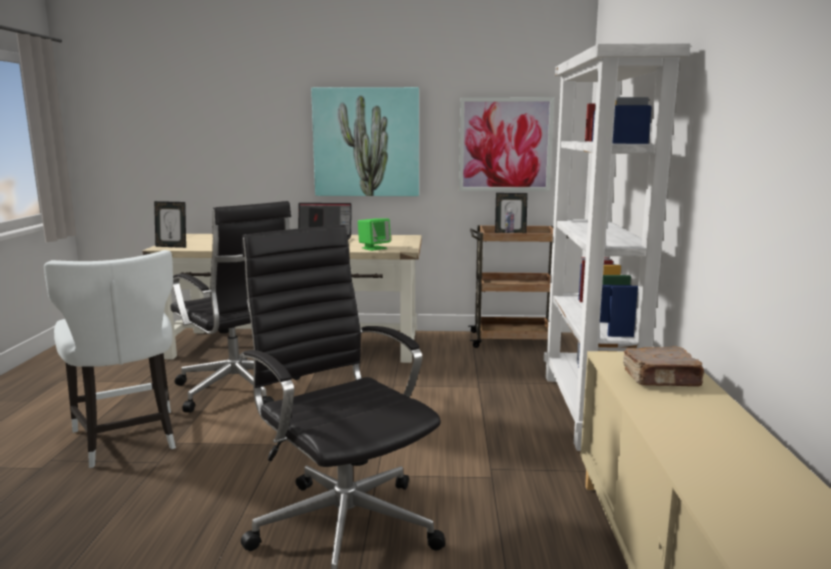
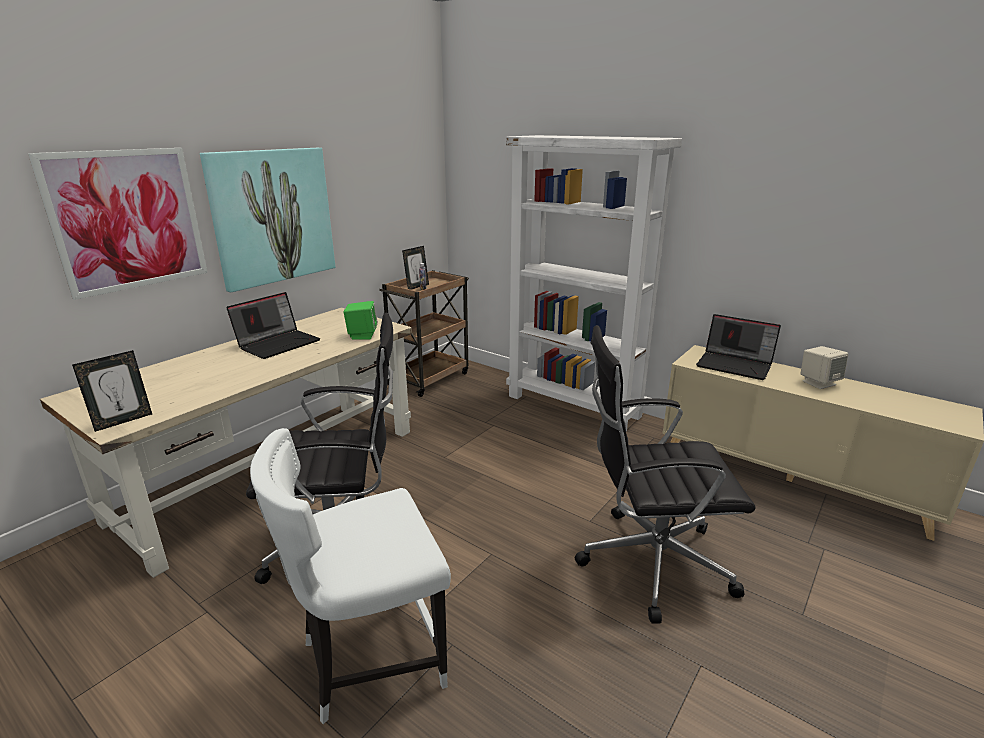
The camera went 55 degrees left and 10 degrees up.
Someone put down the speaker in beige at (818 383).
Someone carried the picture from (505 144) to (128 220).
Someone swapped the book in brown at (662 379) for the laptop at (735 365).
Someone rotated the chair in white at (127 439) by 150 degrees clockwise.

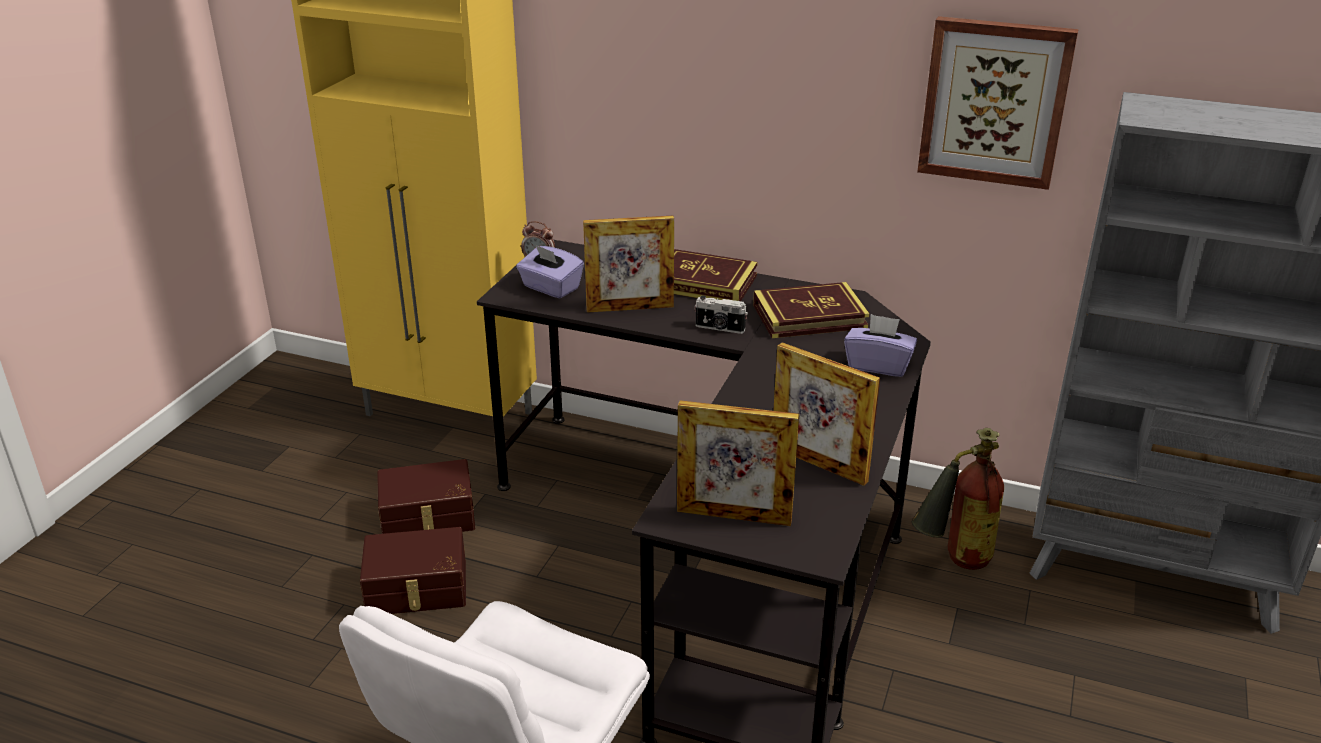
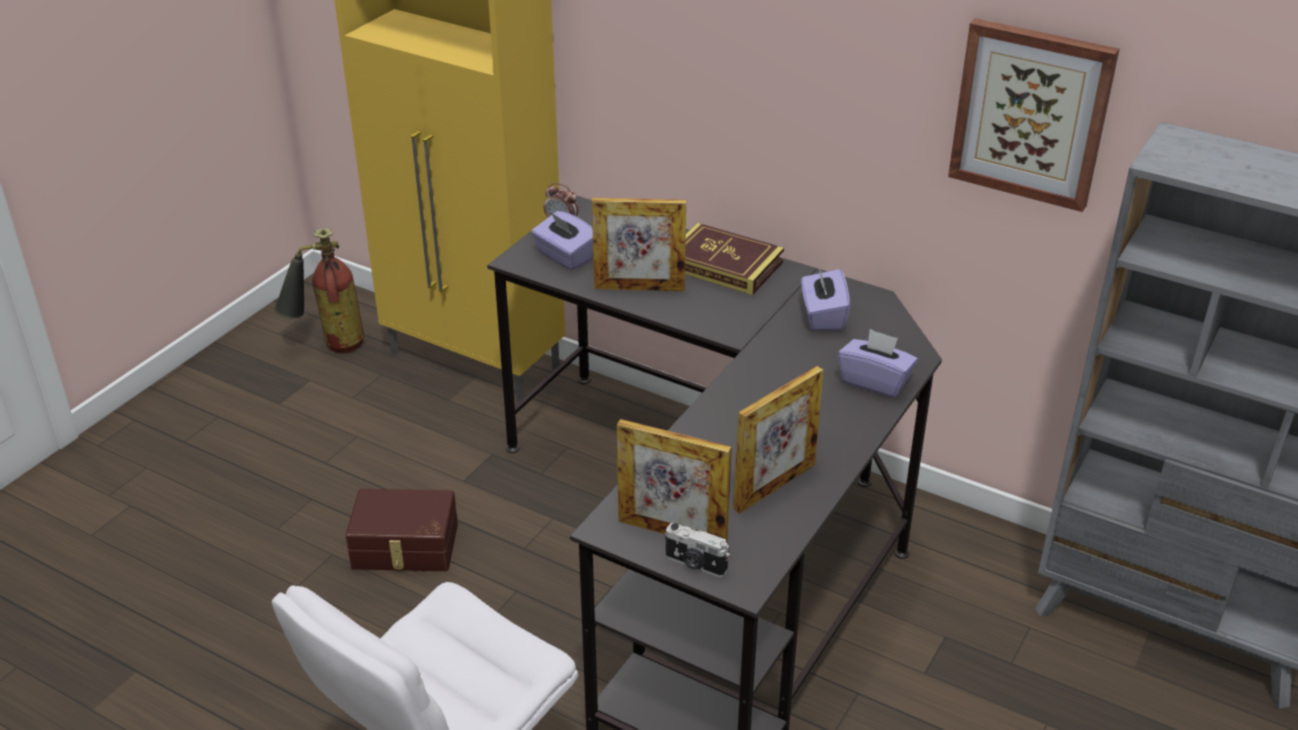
The camera went 10 degrees right and 5 degrees up.
Someone took away the storage box in brown at (428 517).
Someone carried the photo camera from (719 328) to (695 564).
Someone carried the fire extinguisher from (952 562) to (328 346).
Someone swapped the book at (809 316) for the tissue box in purple at (822 316).
Someone rotated the picture frame at (818 464) by 90 degrees counterclockwise.

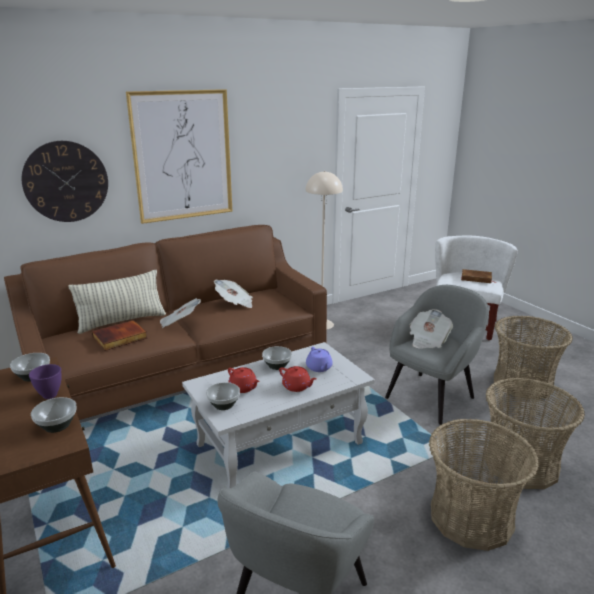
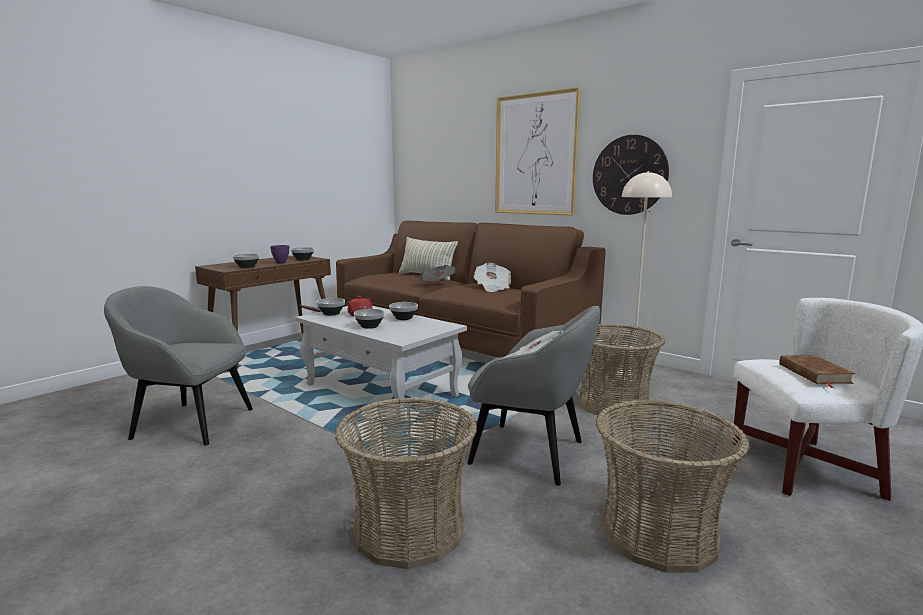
The camera went 70 degrees right and 10 degrees down.
Someone took away the book at (120 338).
Someone took away the teapot in purple at (319 368).
Someone carried the wall clock from (66 182) to (629 175).
Someone carried the basket from (471 517) to (613 404).
Someone swapped the teapot in red at (297 387) for the bowl at (370 326).

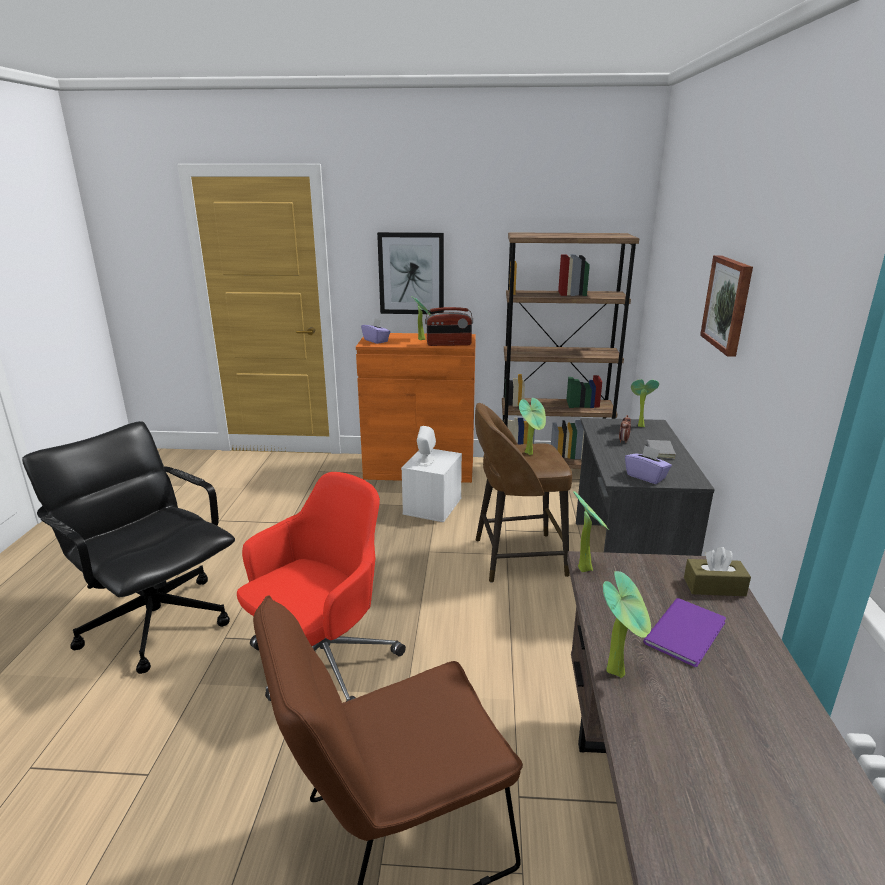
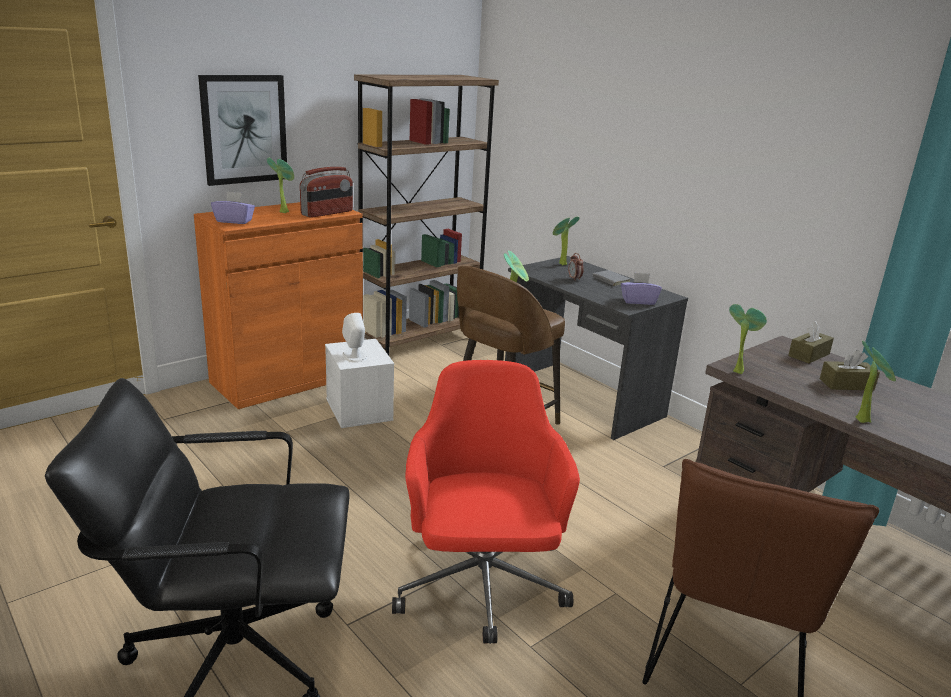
The camera went 45 degrees left and 0 degrees up.
Someone took away the picture at (728 304).
Someone swapped the book in purple at (688 632) for the tissue box in brown at (846 384).

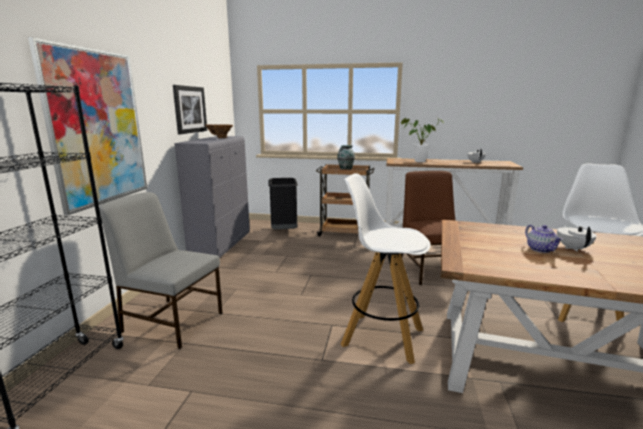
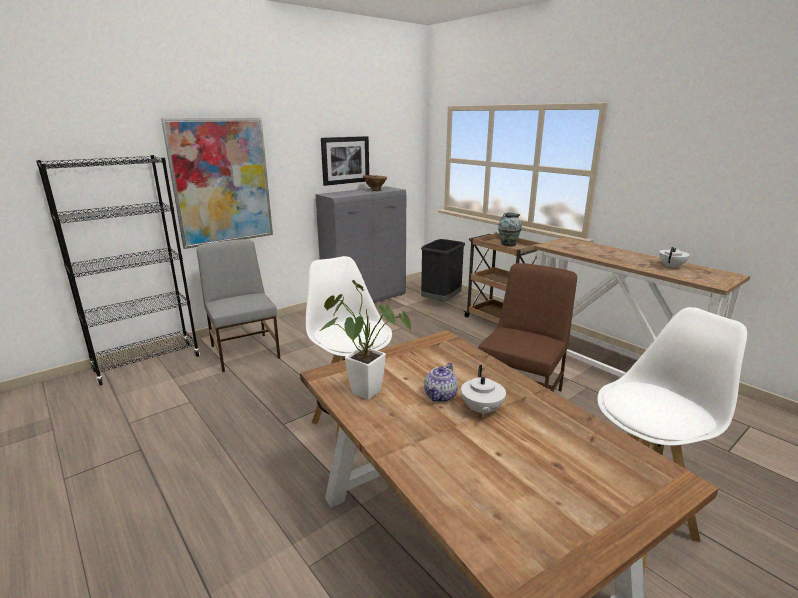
The camera went 40 degrees right and 5 degrees up.
Someone carried the potted plant from (417 161) to (361 390).
Someone rotated the teapot in white at (573 248) by 135 degrees clockwise.

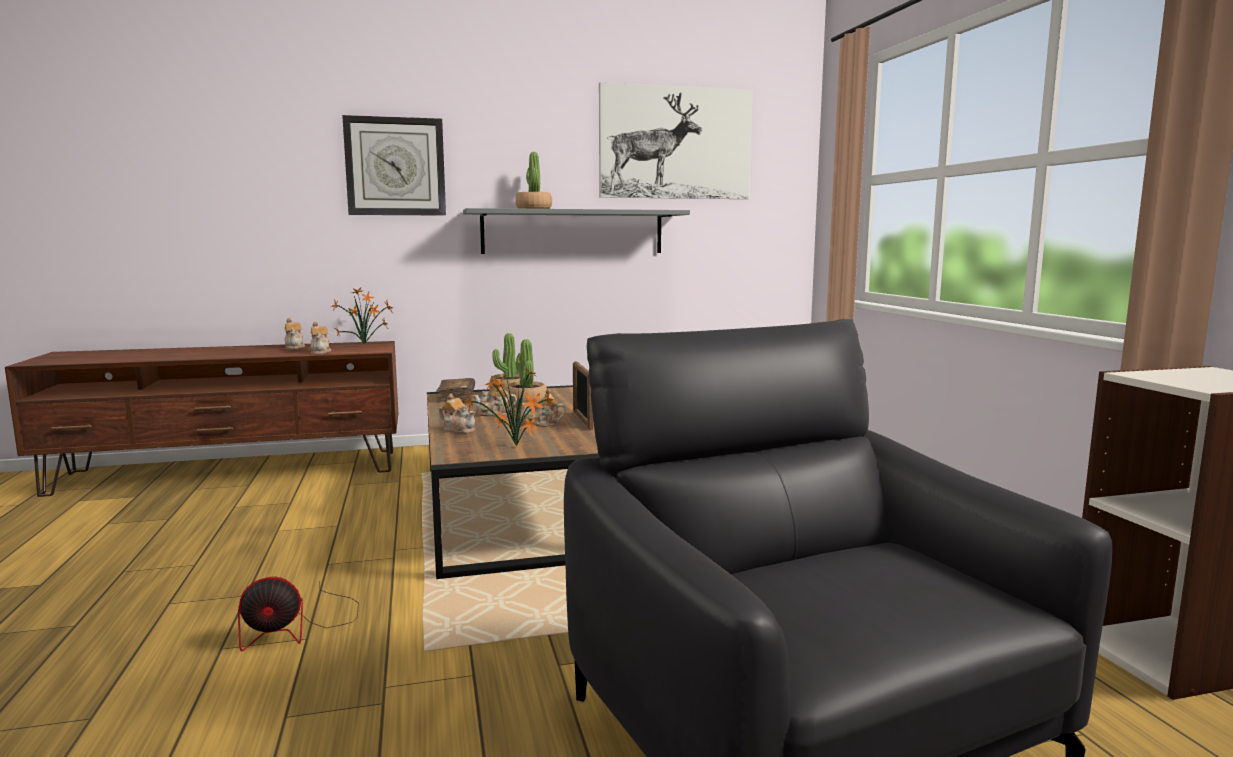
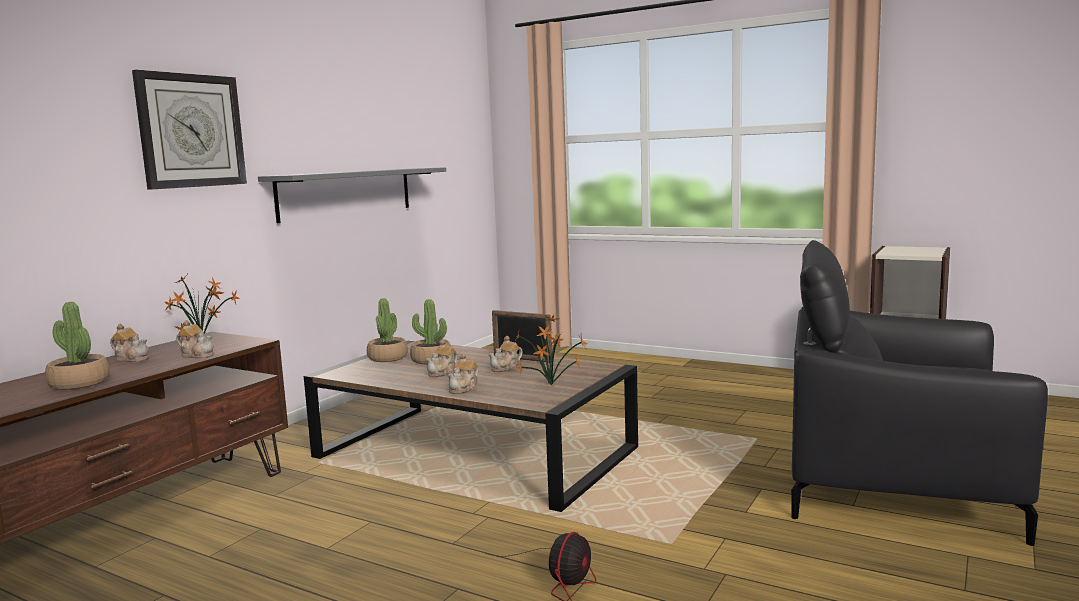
The camera went 45 degrees left and 0 degrees up.
Someone took away the book in brown at (456 397).
Someone took away the picture at (675 143).
Someone carried the potted plant from (533 209) to (79 383).
Someone rotated the teapot at (458 429) by 135 degrees clockwise.

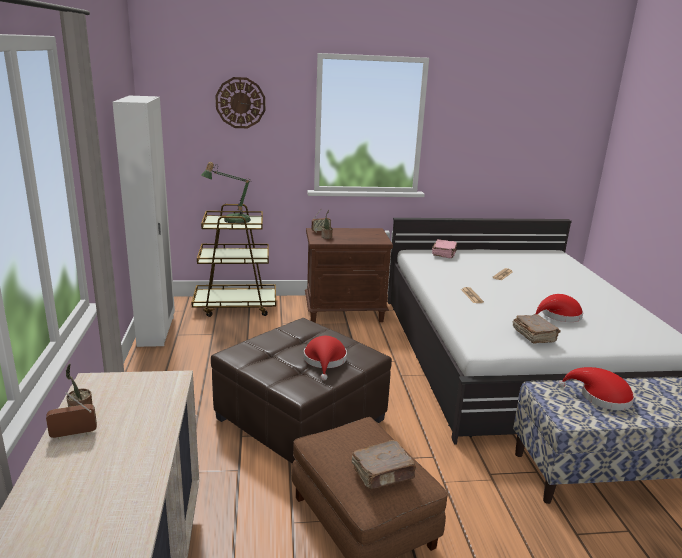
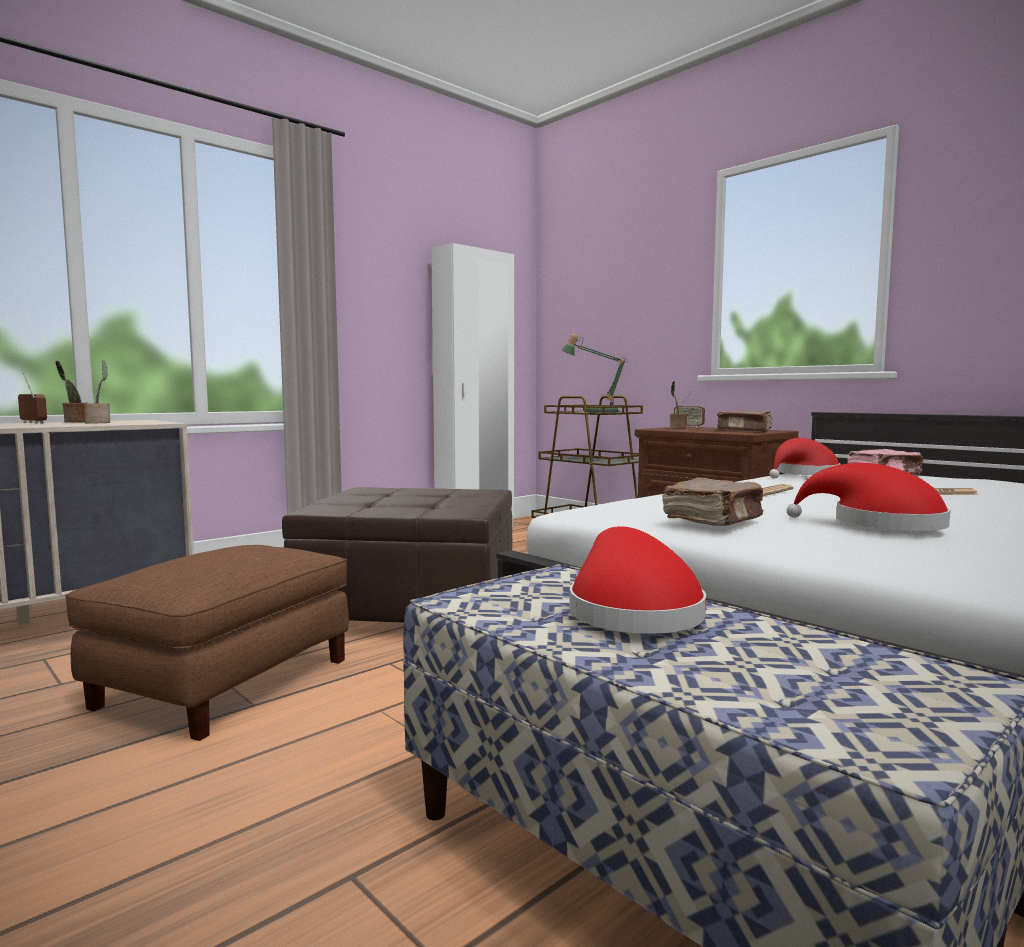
The camera went 55 degrees right and 15 degrees down.
Someone took away the wall clock at (240 103).
Someone put down the potted plant at (99 423).
Someone carried the hat in red from (325 361) to (803 475).
Someone carried the book in brown from (383 473) to (744 430).

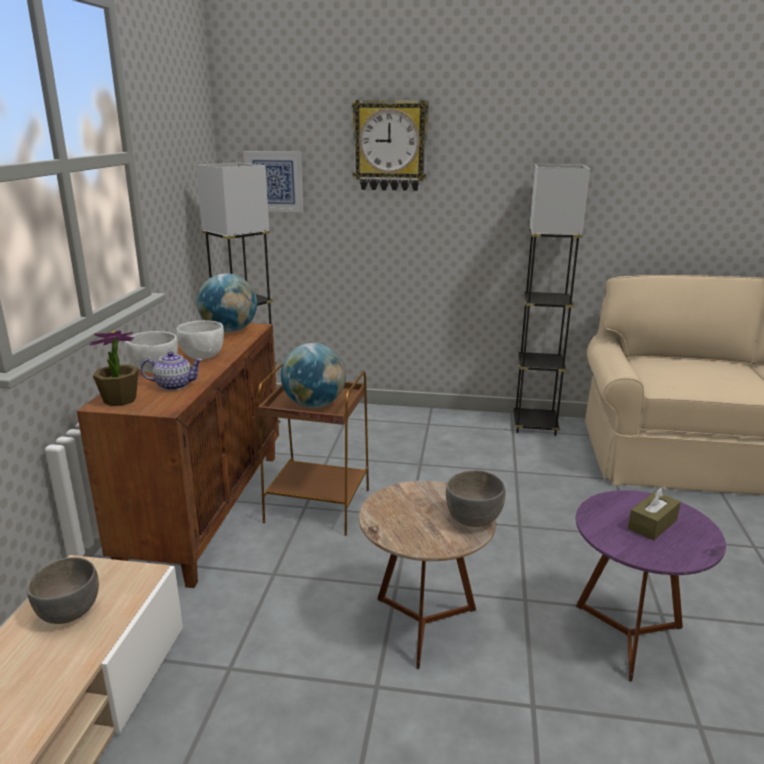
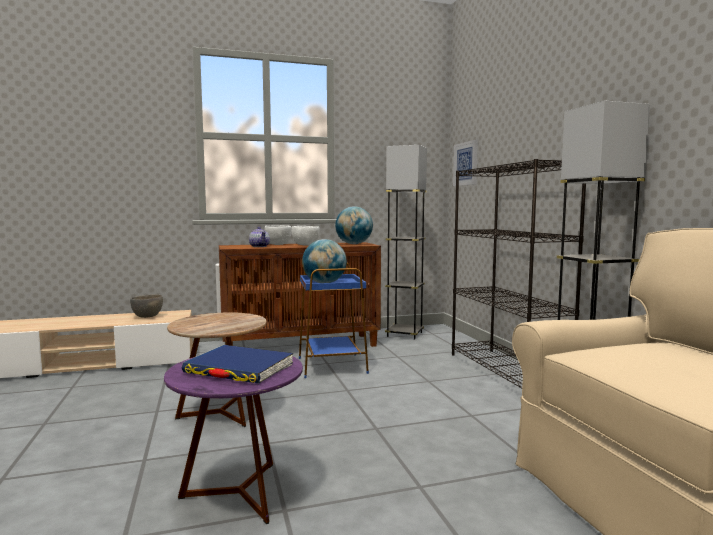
The camera went 65 degrees right and 15 degrees down.
Someone took away the potted plant at (120 400).
Someone took away the wall clock at (390 146).
Someone took away the bowl in grey at (474 520).
Someone put down the bookcase in black at (507 371).
Someone swapped the tissue box in brown at (652 524) for the book in blue at (239 369).
Someone repainted the side table in brown at (318 506), which became the side table in blue at (331 366).

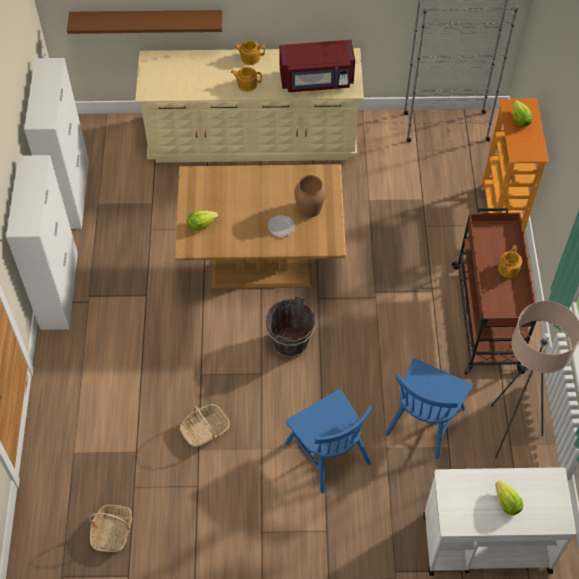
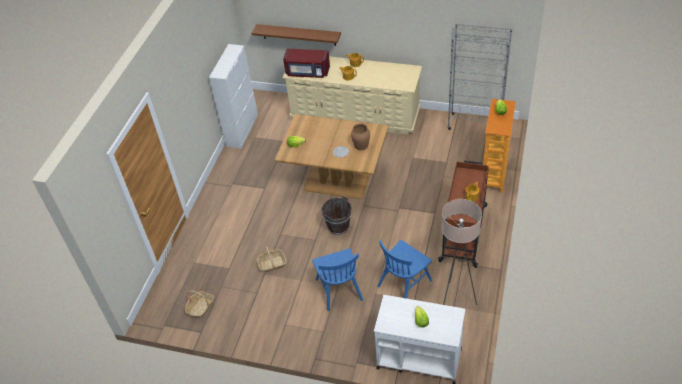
The camera went 20 degrees right and 10 degrees down.
Someone took away the cabinet in white at (59 290).
Someone carried the microwave in red from (316 80) to (307 72).

